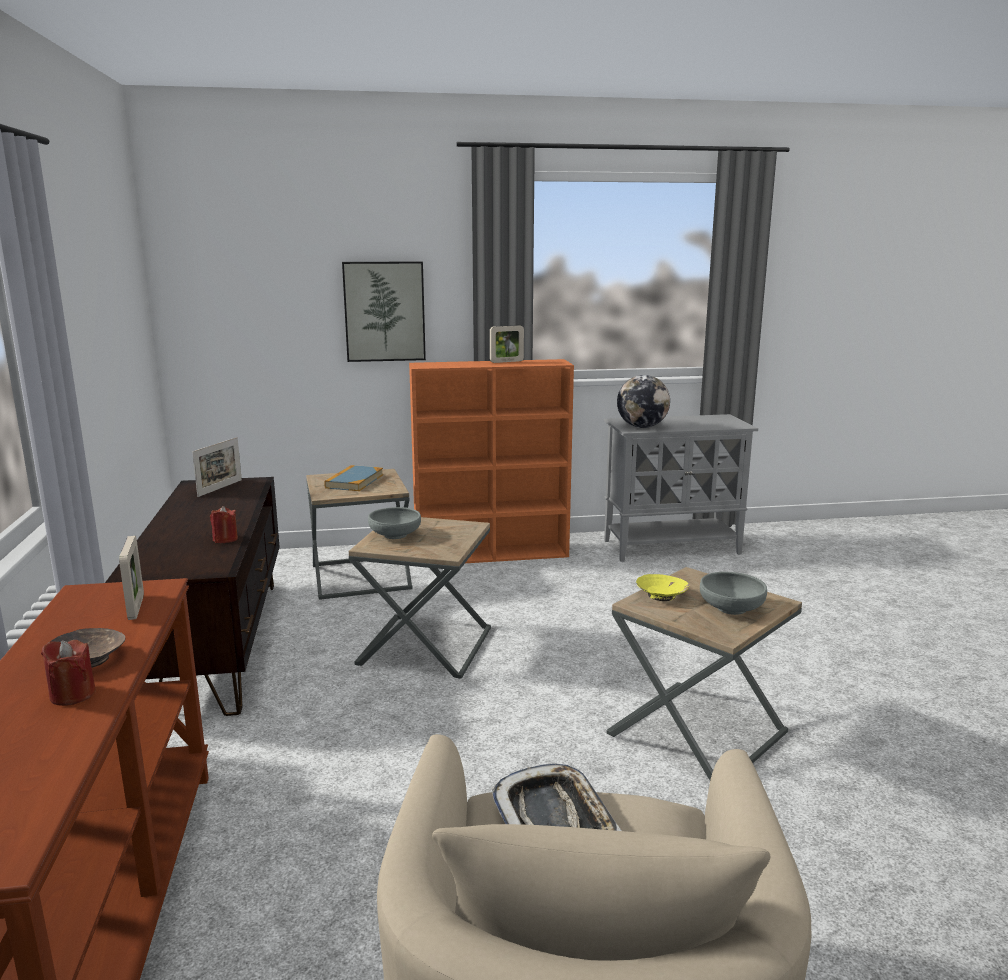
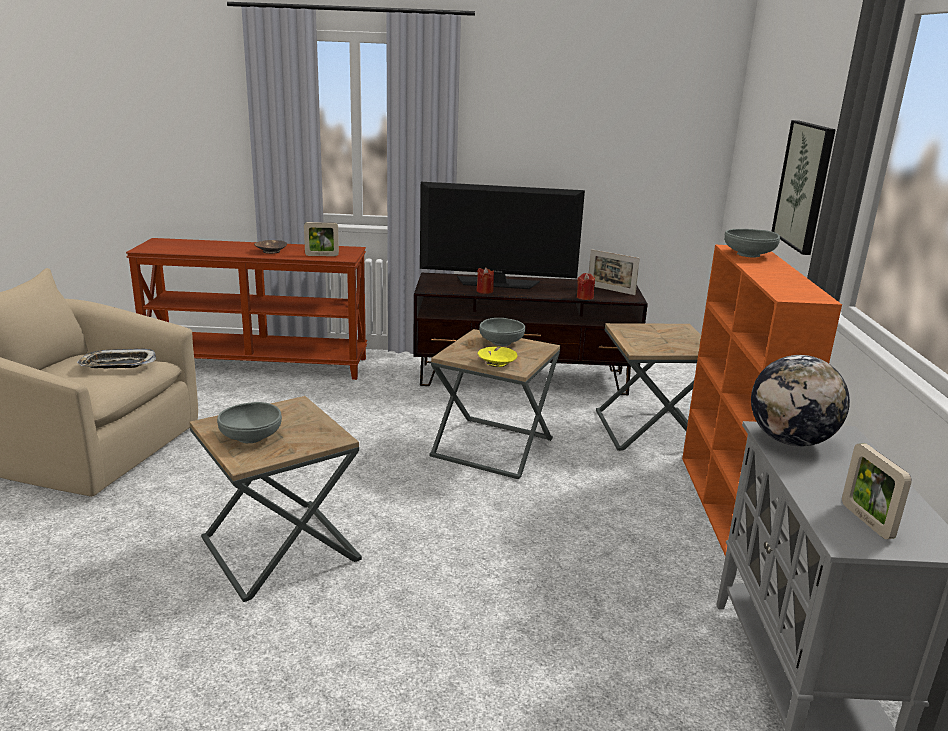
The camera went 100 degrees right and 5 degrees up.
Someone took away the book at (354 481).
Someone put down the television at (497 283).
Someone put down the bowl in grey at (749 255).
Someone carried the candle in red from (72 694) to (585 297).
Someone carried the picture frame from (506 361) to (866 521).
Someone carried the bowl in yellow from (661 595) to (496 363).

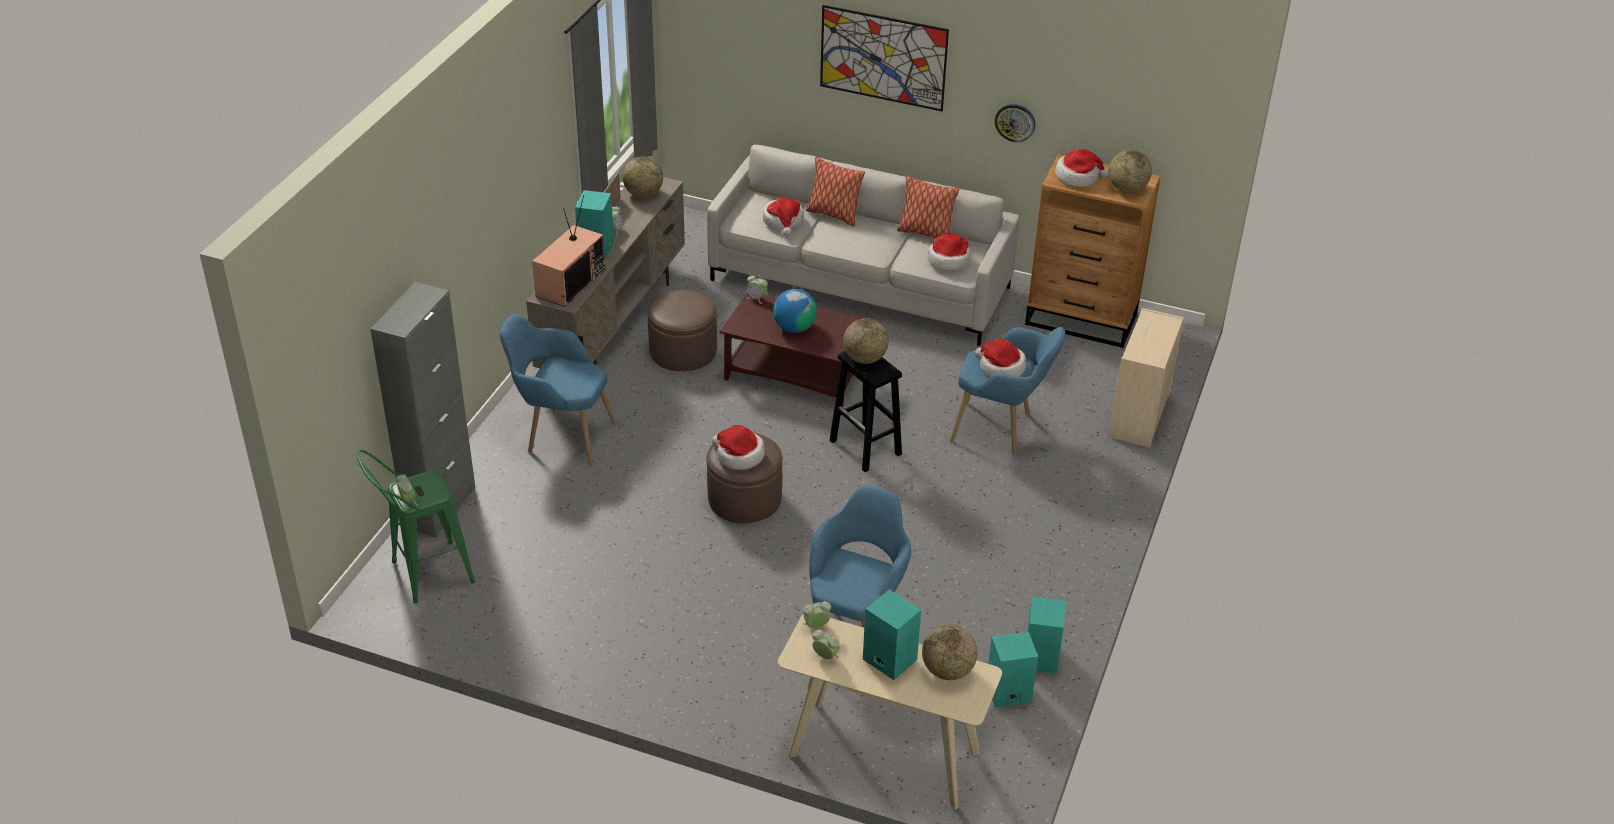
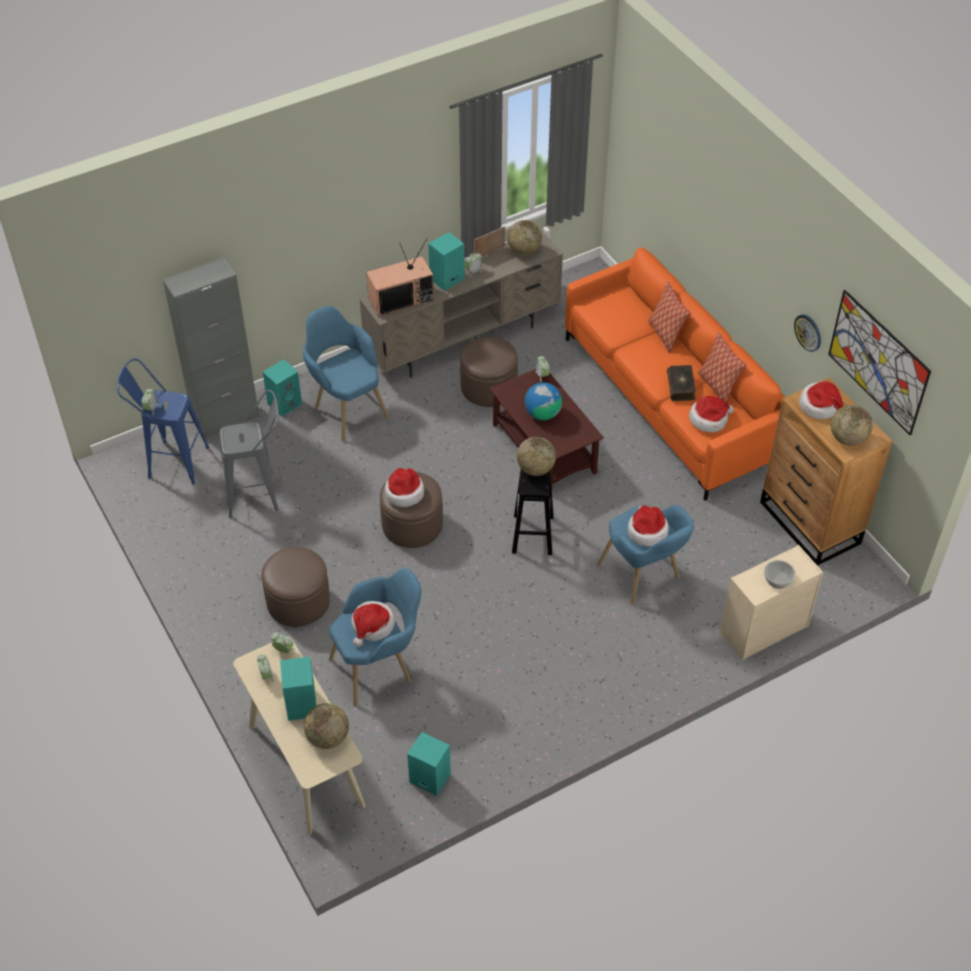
The camera went 40 degrees right and 10 degrees up.
Someone put down the stool in grey at (258 494).
Someone put down the ottoman in brown at (298 601).
Someone put down the book at (681 387).
Someone put down the bowl at (777 579).
Someone carried the hat from (783 221) to (372 626).
Someone carried the picture from (883 58) to (878 362).
Someone carried the speaker in turquoise from (1039 656) to (285 403).
Someone repainted the stool in green at (423 575), which became the stool in blue at (171 461).
Someone repainted the sofa in grey at (860 284), which became the sofa in orange at (670 399).

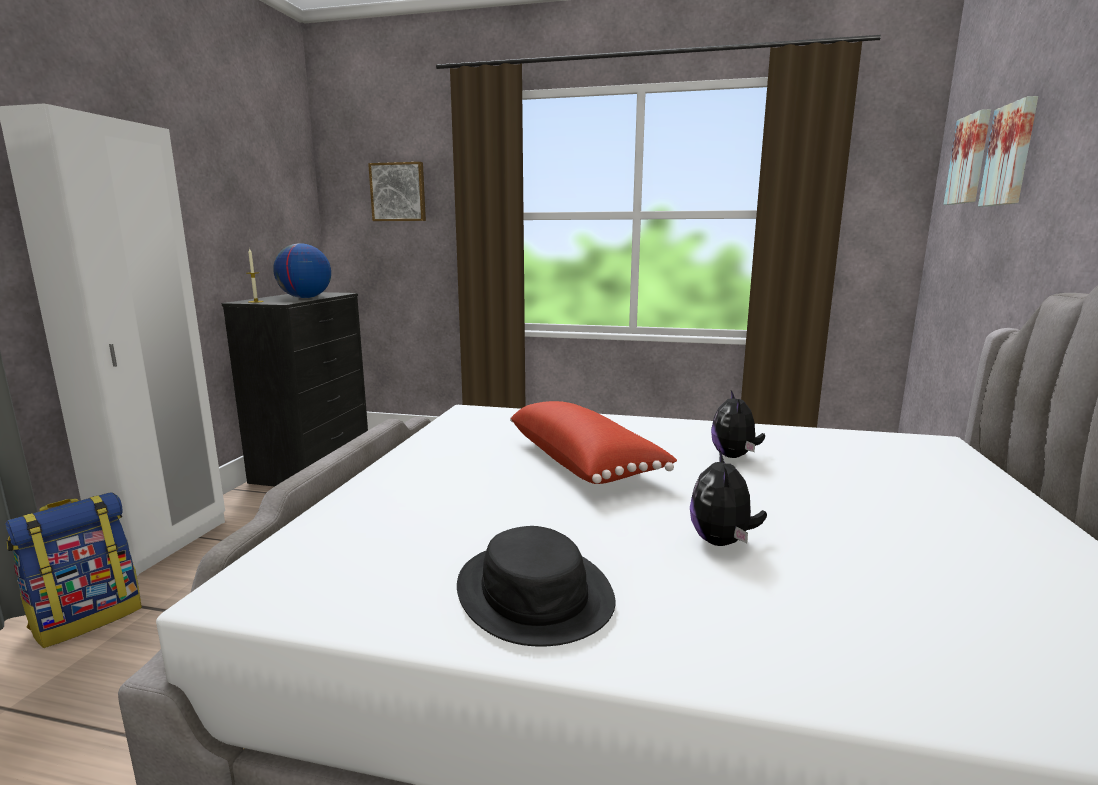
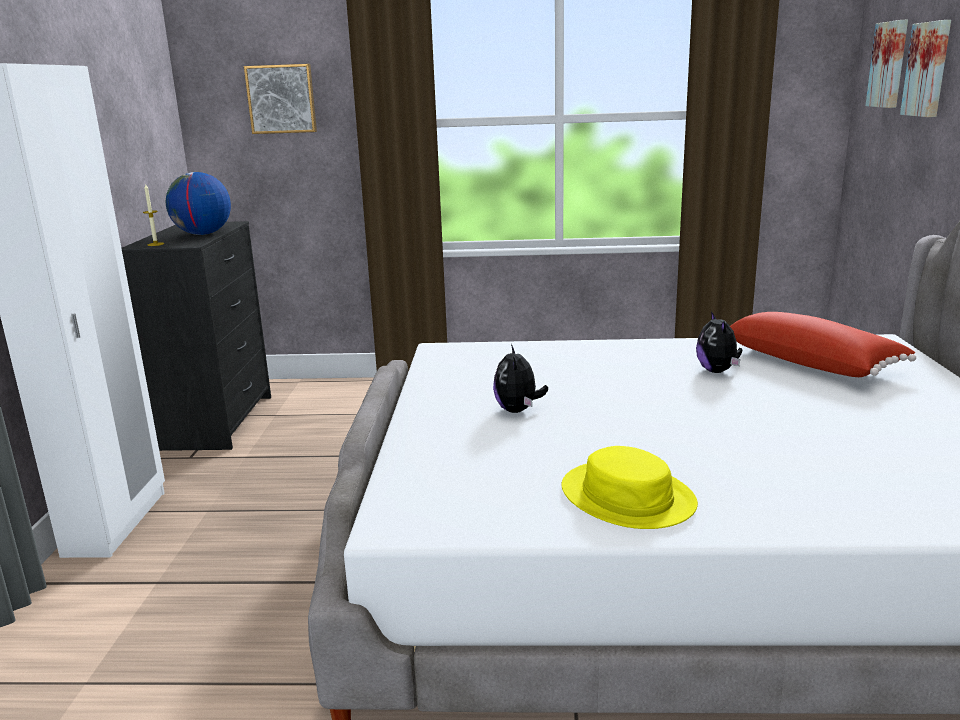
The camera went 10 degrees left and 5 degrees up.
Someone took away the backpack at (88 618).
Someone carried the pillow in red from (584 462) to (812 363).
Someone carried the plush toy from (722 542) to (518 410).
Someone repainted the hat in black at (534 593), which became the hat in yellow at (627 496).

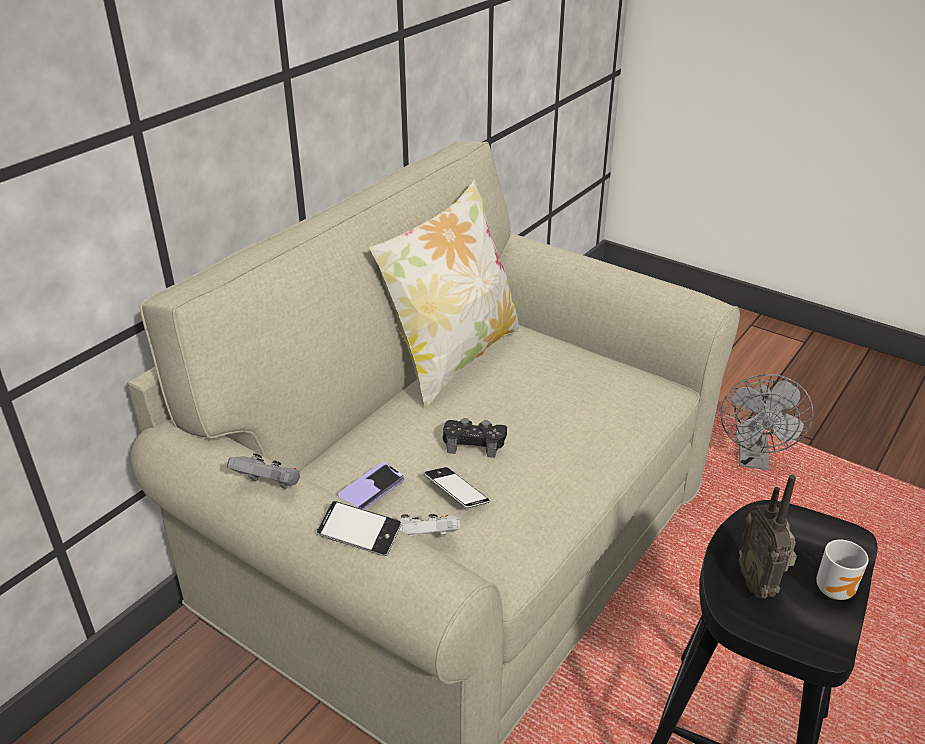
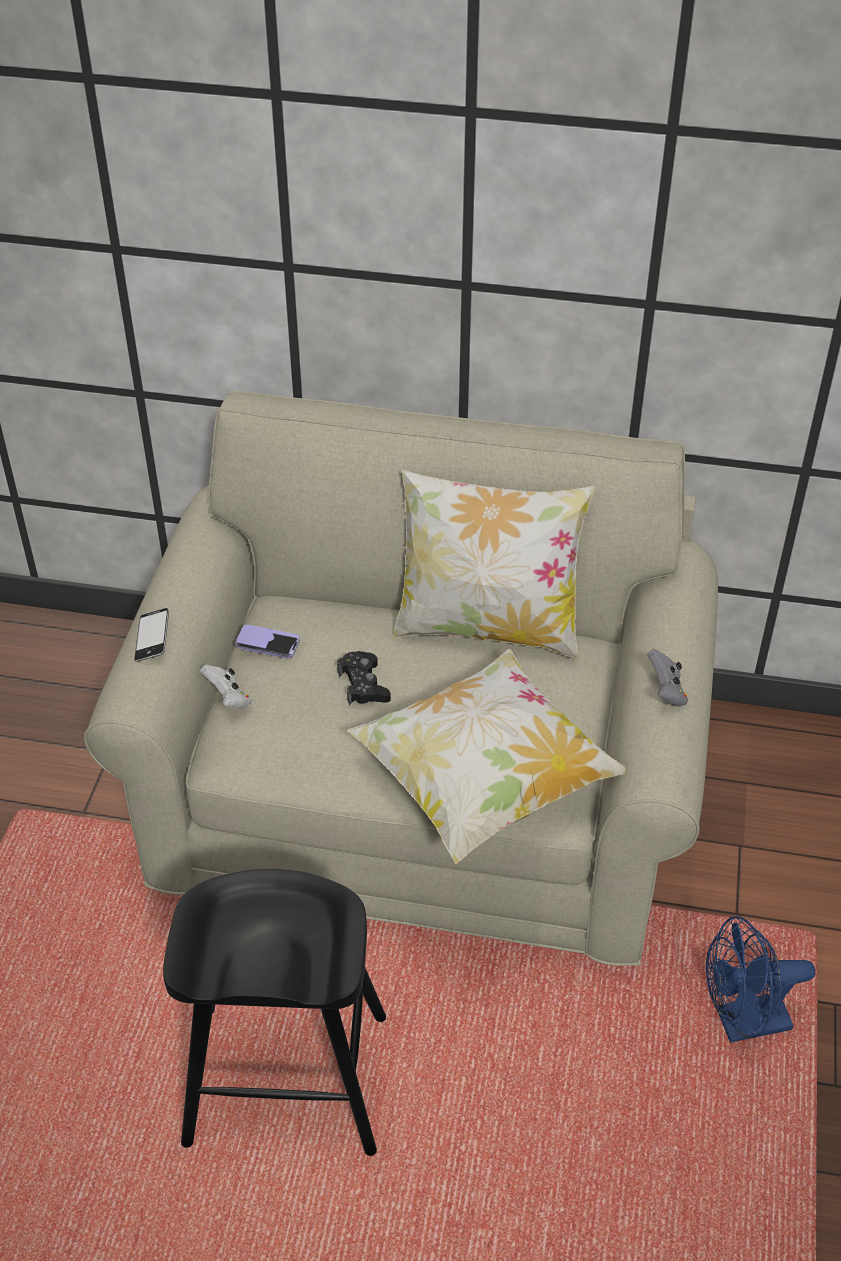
The camera went 65 degrees right and 10 degrees up.
Someone took away the phone at (456 492).
Someone took away the radio at (759 583).
Someone took away the mug at (836 590).
Someone put down the pillow at (483 783).
Someone carried the game controller in grey from (269 485) to (666 692).
Someone repainted the fan in grey at (754 460), which became the fan in blue at (742 1024).

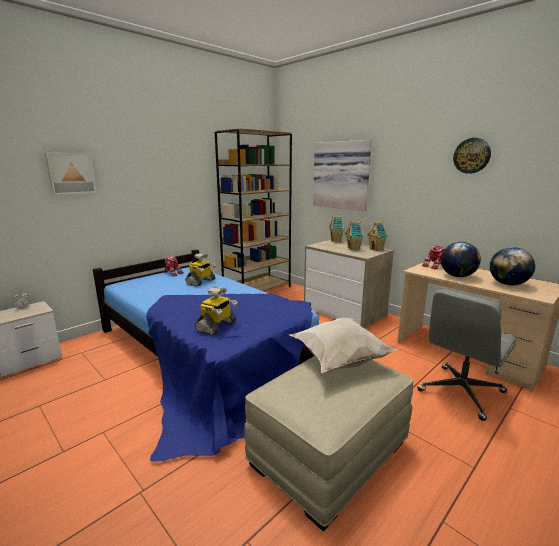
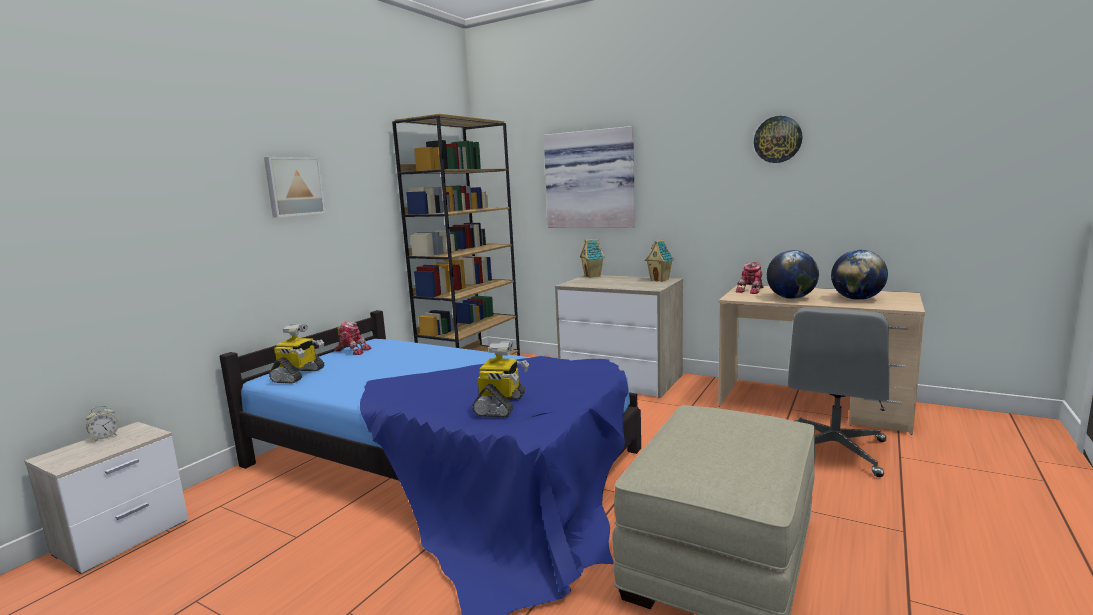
The camera went 15 degrees left and 5 degrees down.
Someone took away the pillow in white at (339 360).
Someone took away the toy house at (354 248).
Someone carried the picture from (71 173) to (294 186).
Someone carried the toy robot from (201 282) to (299 375).

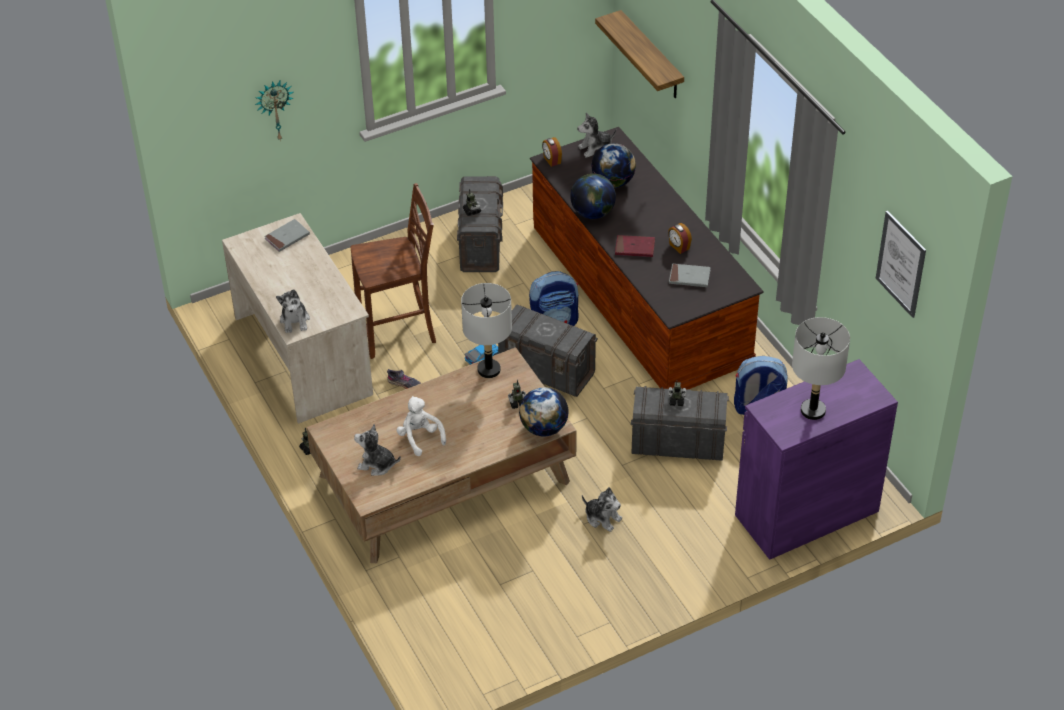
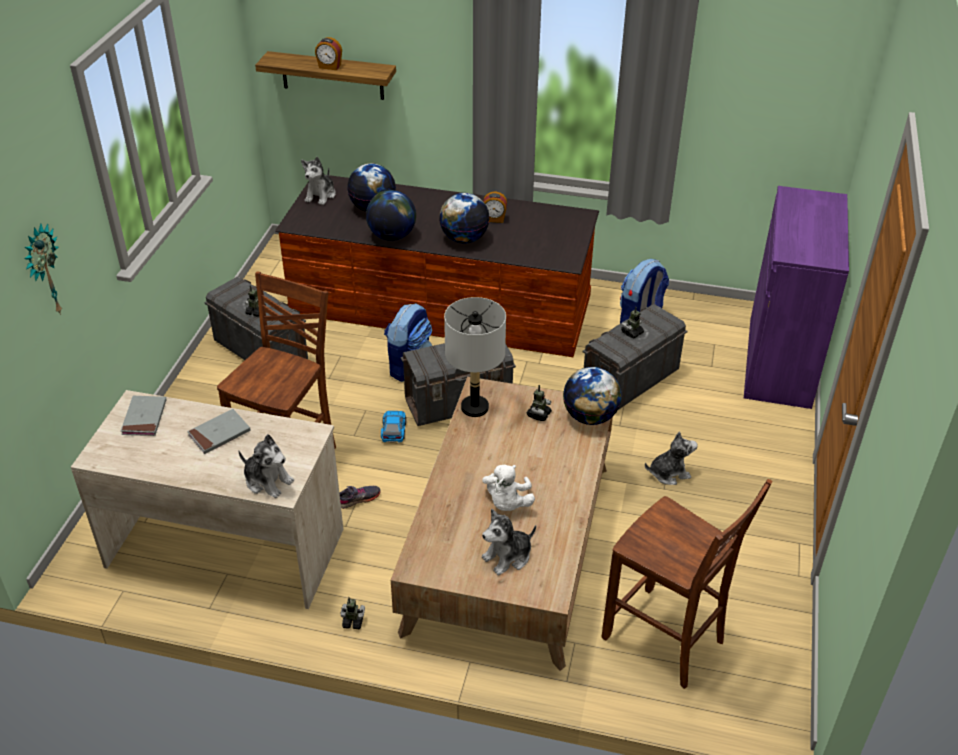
The camera went 50 degrees left and 5 degrees down.
Someone took away the table lamp in grey at (812 410).
Someone took away the picture at (901 264).
Someone put down the chair in brown at (665 640).
Someone carried the alarm clock from (551 160) to (329 66).
Someone carried the book in grey from (689 277) to (219 433).
Someone swapped the book in red at (635 248) for the globe at (464 239).
Someone rotated the plush toy in white at (420 437) by 90 degrees counterclockwise.

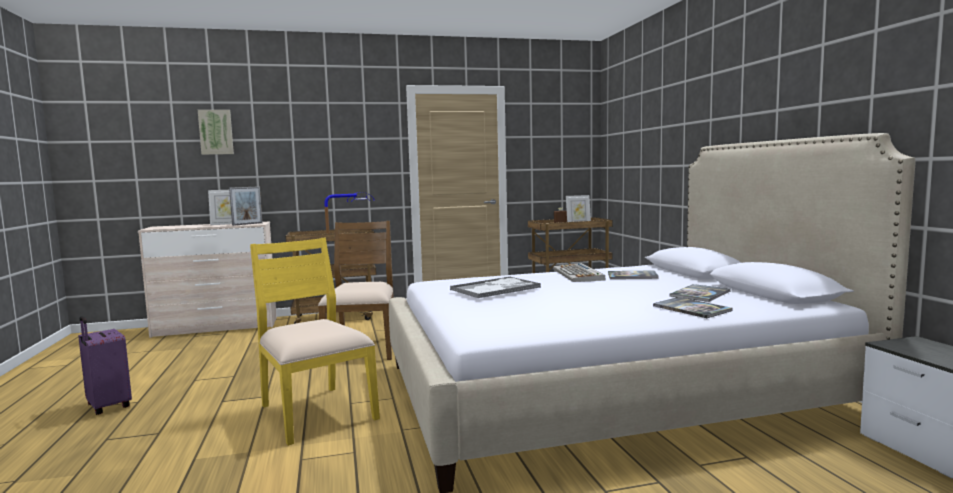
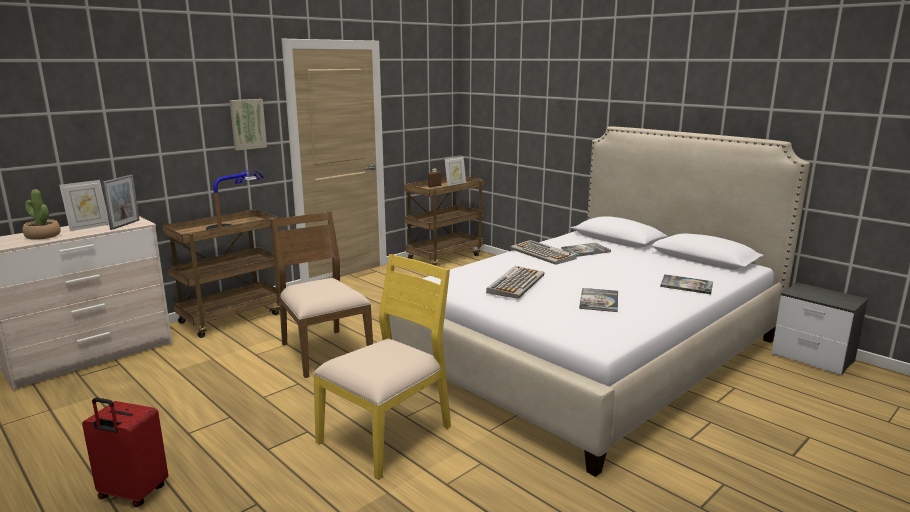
The camera went 30 degrees left and 10 degrees up.
Someone put down the potted plant at (42 236).
Someone carried the picture from (216 132) to (247 124).
Someone carried the book from (700 294) to (599 301).
Someone swapped the tray at (496 288) for the keyboard at (516 283).
Someone repainted the suitcase in purple at (107 407), which became the suitcase in red at (132 494).
Someone rotated the chair in yellow at (315 412) by 105 degrees clockwise.

